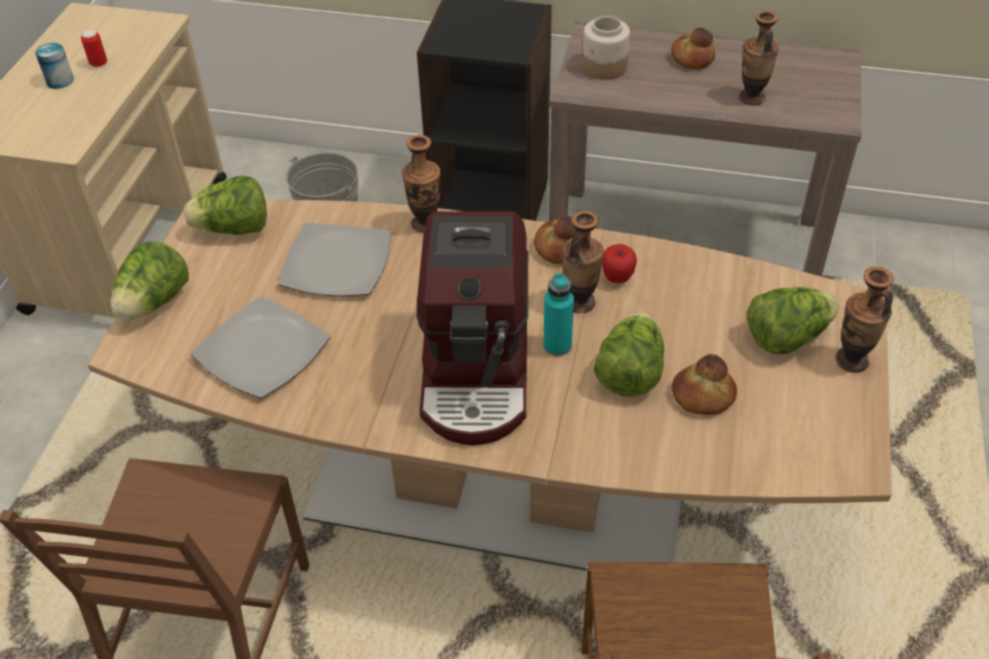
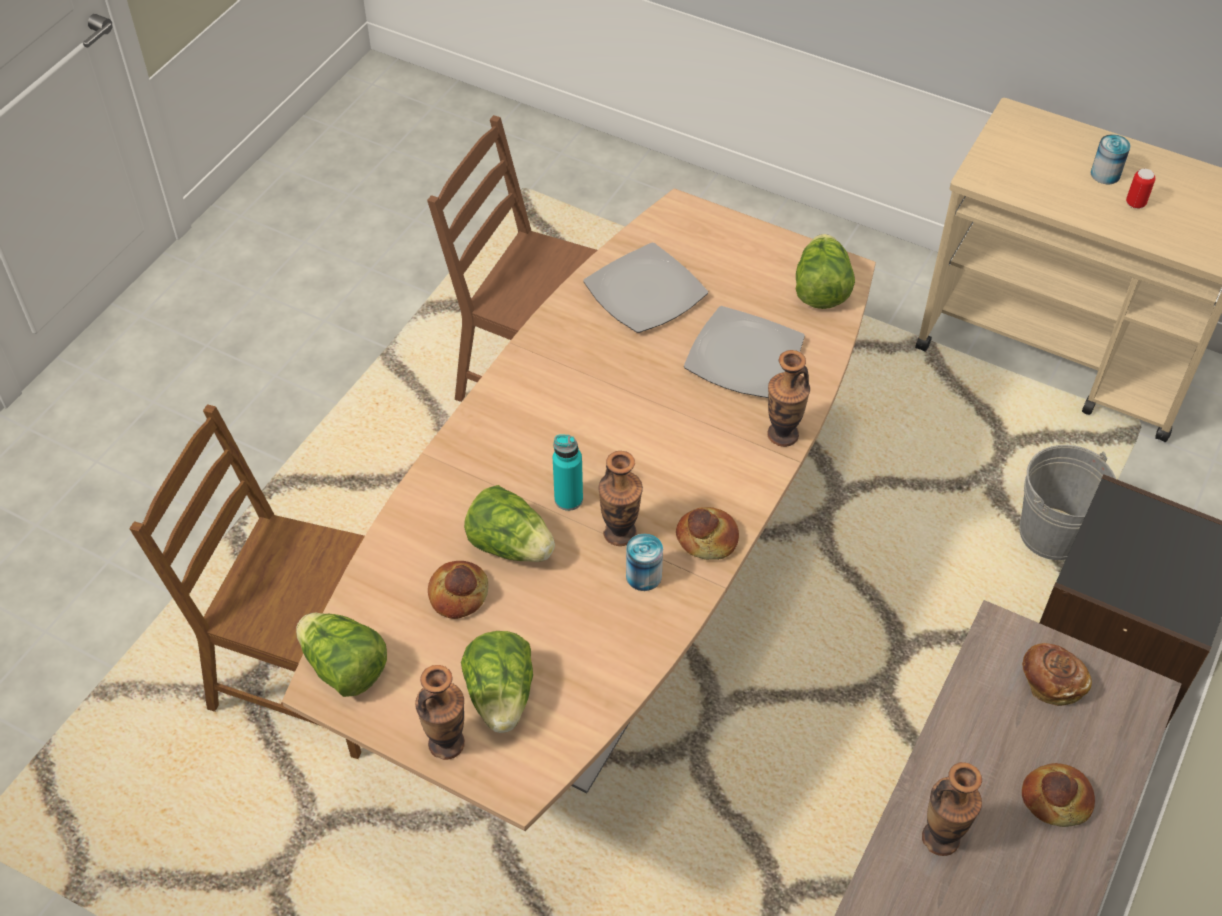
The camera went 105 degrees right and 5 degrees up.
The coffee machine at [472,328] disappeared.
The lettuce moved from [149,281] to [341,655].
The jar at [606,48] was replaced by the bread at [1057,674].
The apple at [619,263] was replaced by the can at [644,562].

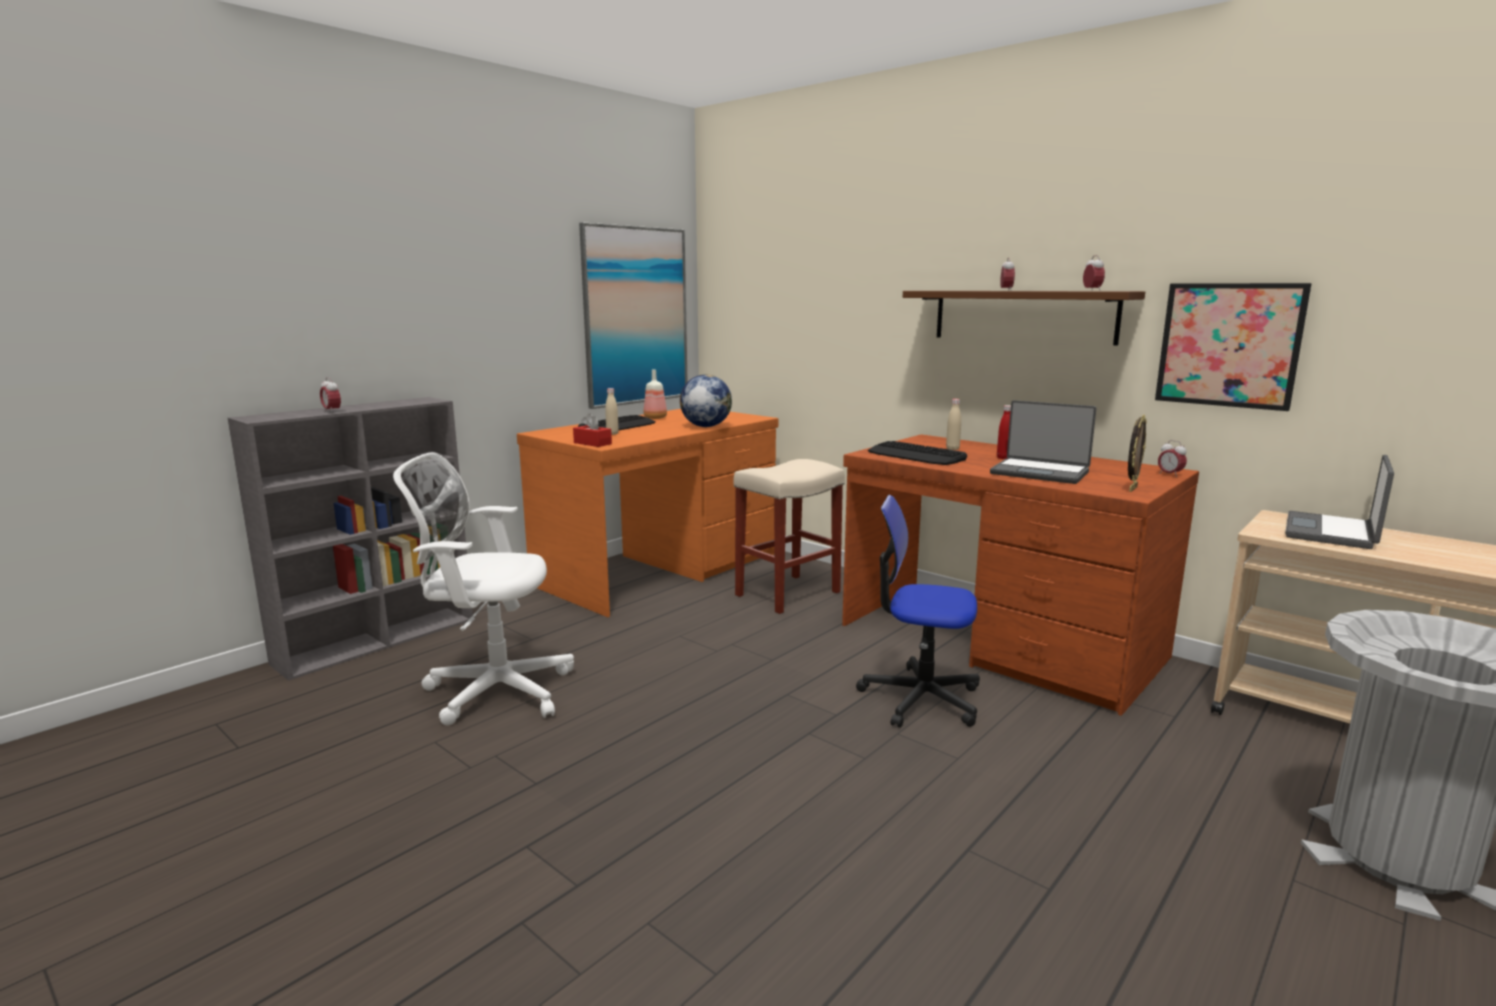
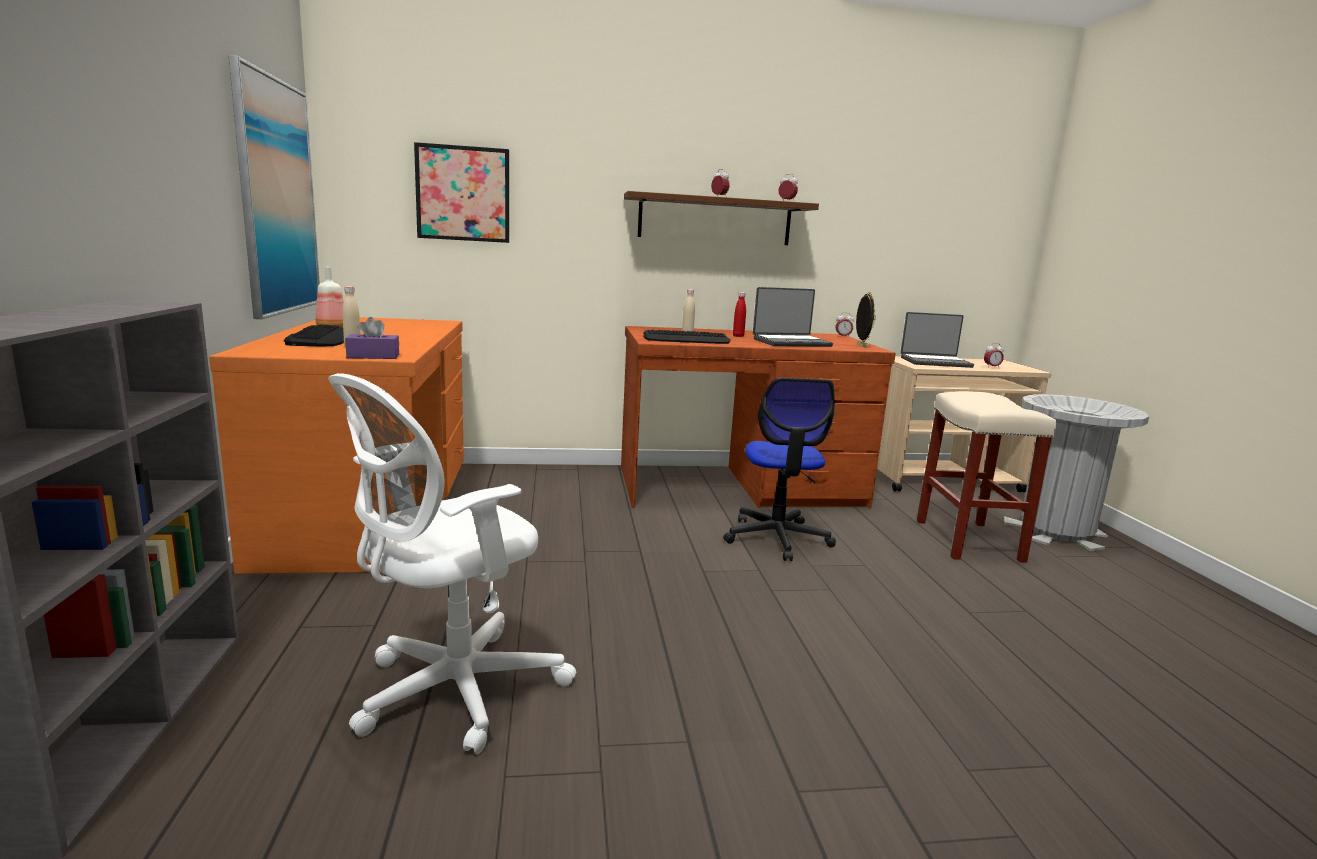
The camera went 50 degrees left and 0 degrees up.
The globe at [706,401] disappeared.
The alarm clock moved from [330,395] to [994,355].
The beige sitting stool moved from [789,536] to [986,477].
The wall picture moved from [1233,347] to [461,192].
The red tissue holder at [592,430] became the purple-coloured tissue holder at [372,338].
The desk chair at [918,611] turned 60 degrees counterclockwise.
The notebook computer at [1339,502] turned 75 degrees counterclockwise.

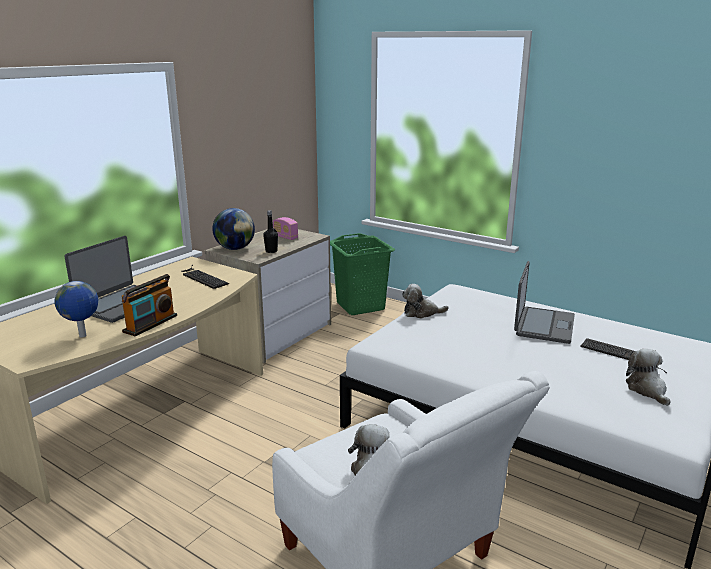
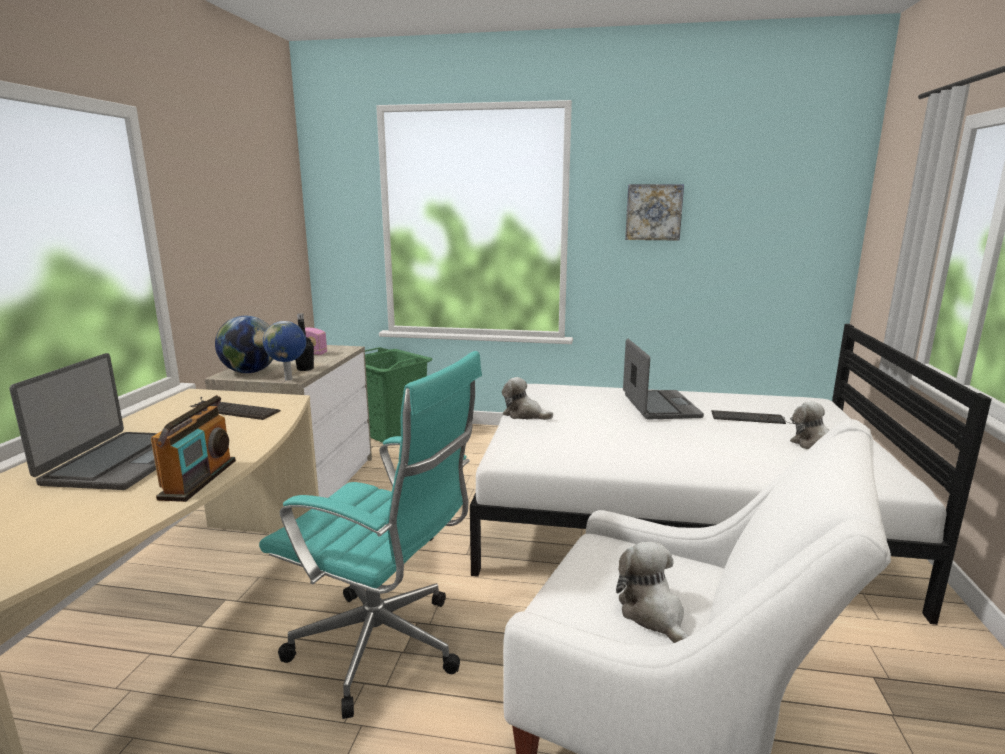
The camera went 25 degrees left and 5 degrees down.
The turquoise desk chair at [370,535] appeared.
The wall picture at [654,212] appeared.
The globe moved from [76,309] to [284,351].
The soft toy at [425,301] turned 60 degrees clockwise.

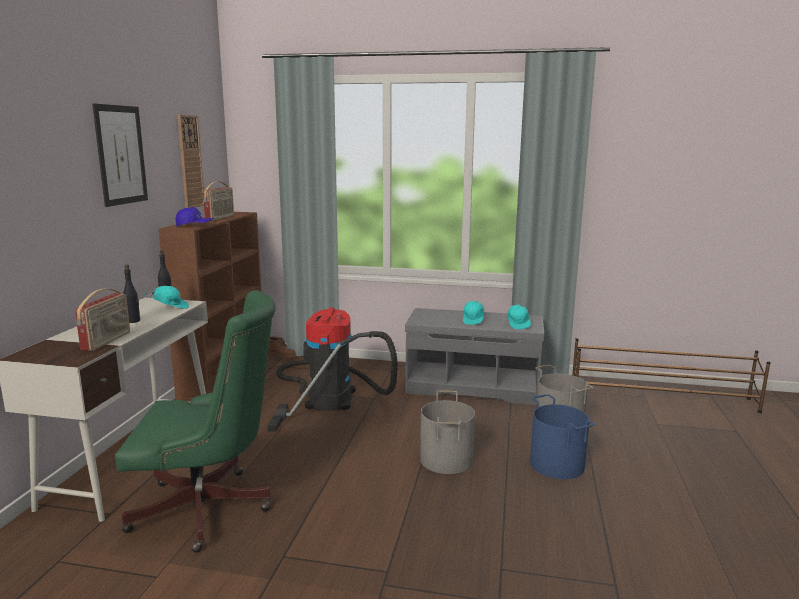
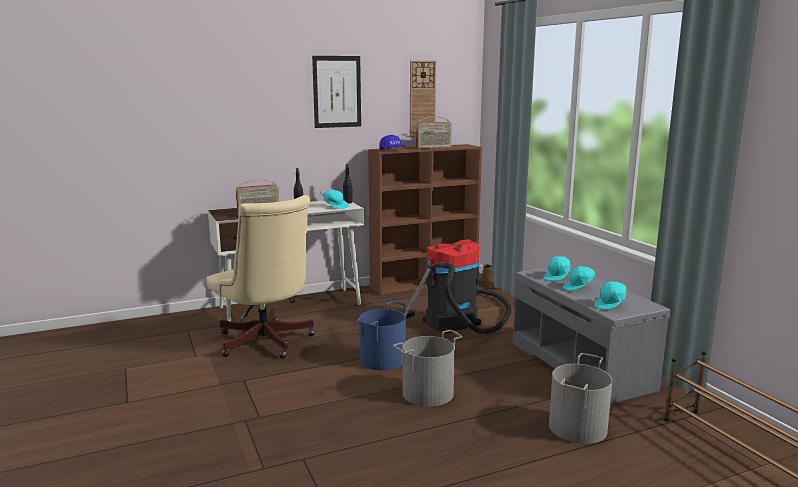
The camera went 55 degrees right and 0 degrees up.
The turquoise peaked cap at [557,268] appeared.
The bluish bucket moved from [562,436] to [381,336].
The green desk chair at [195,421] became the beige desk chair at [261,276].

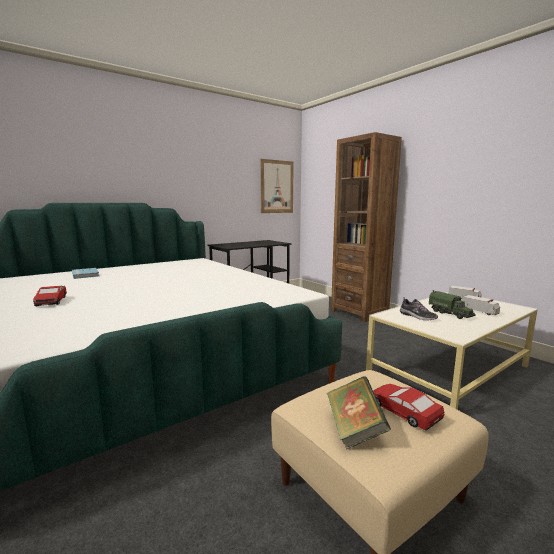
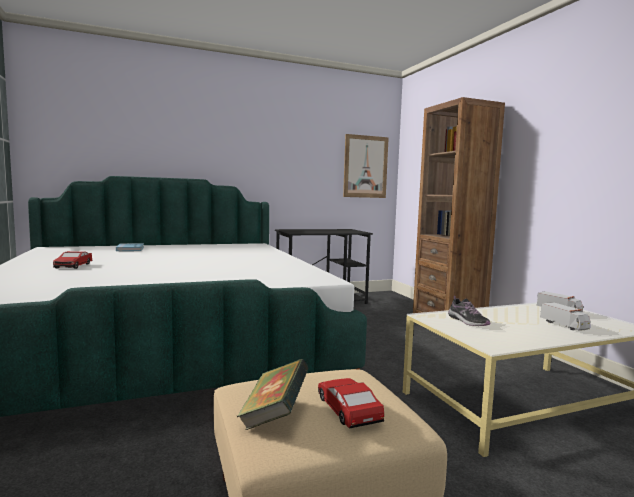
The camera went 15 degrees right and 5 degrees down.
The model truck at [452,304] disappeared.

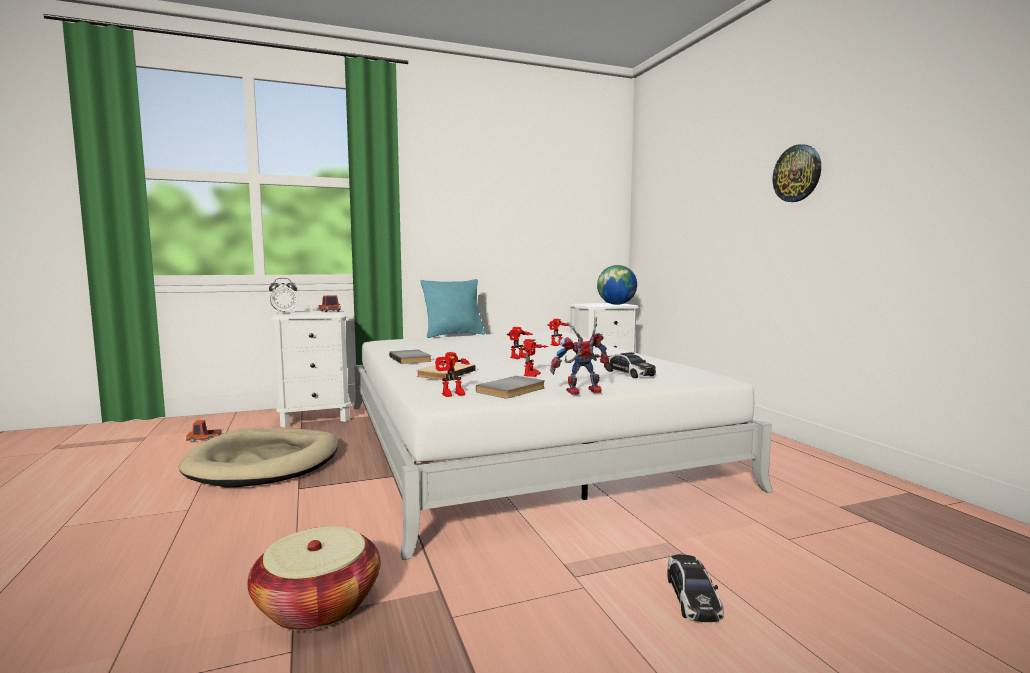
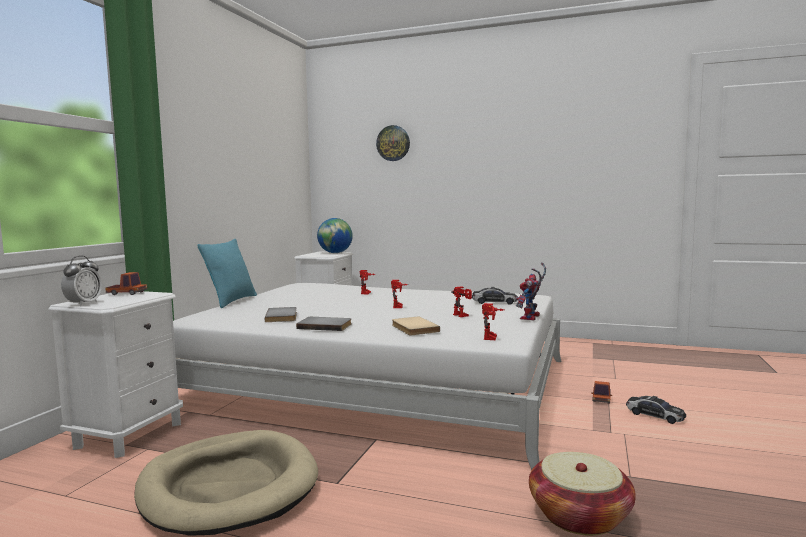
The camera went 50 degrees left and 0 degrees up.
The model truck moved from [204,431] to [601,392].
The grey volume moved from [510,387] to [281,314].
The wall clock moved from [797,173] to [393,143].

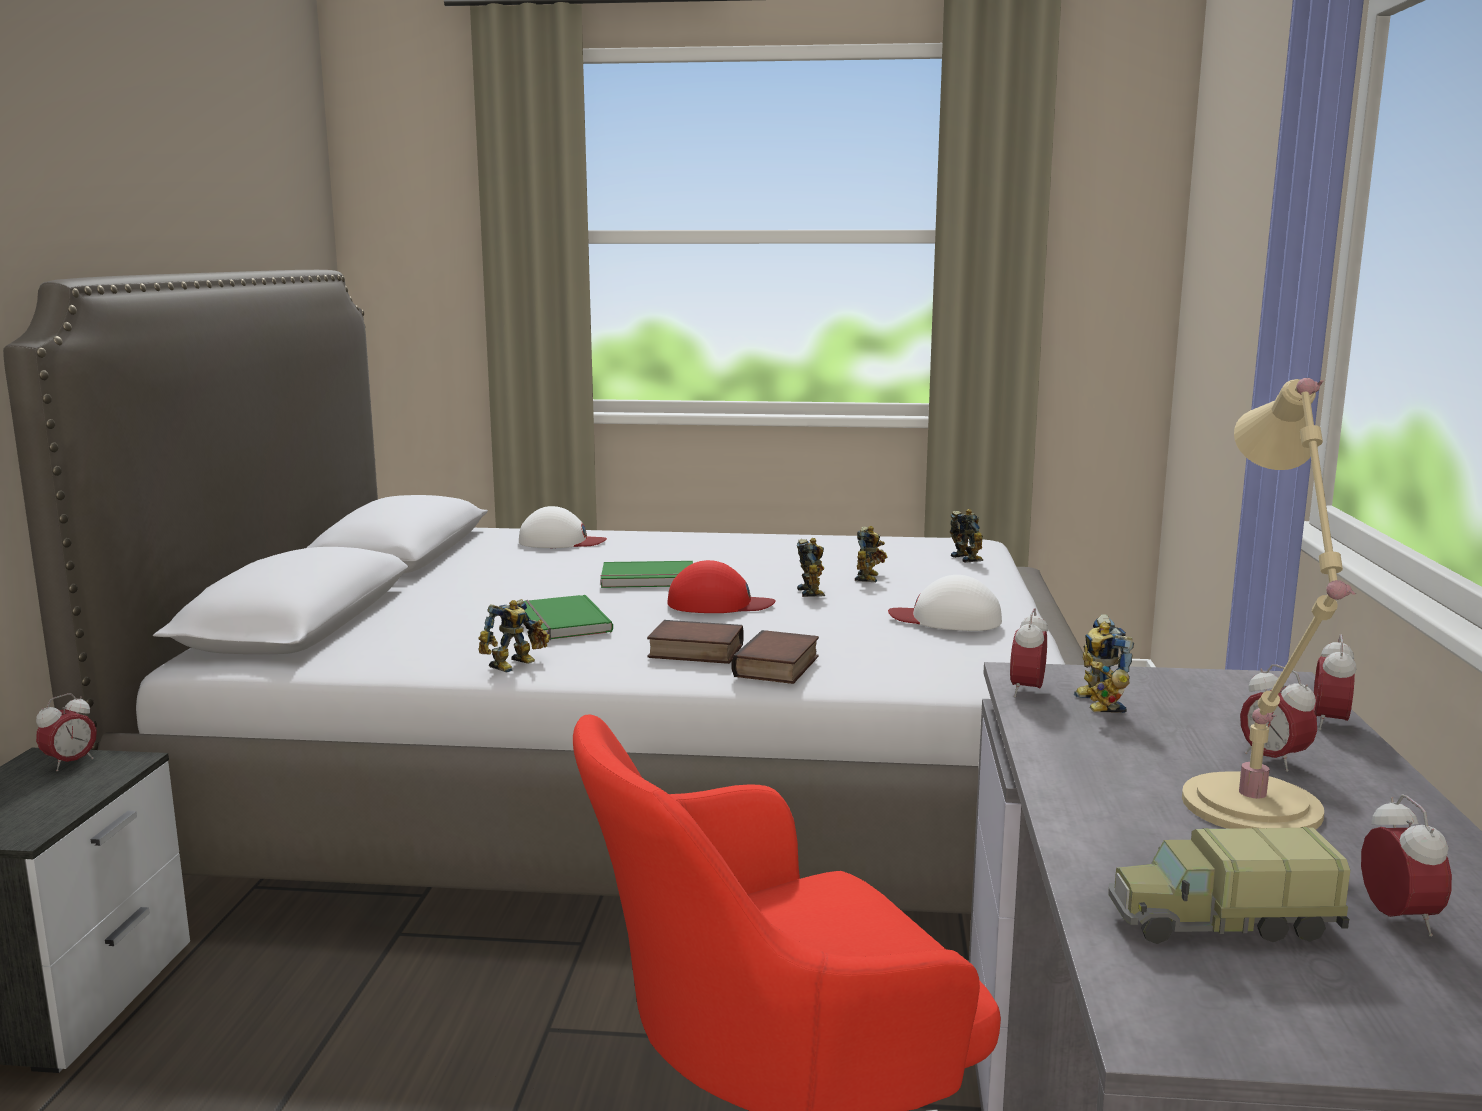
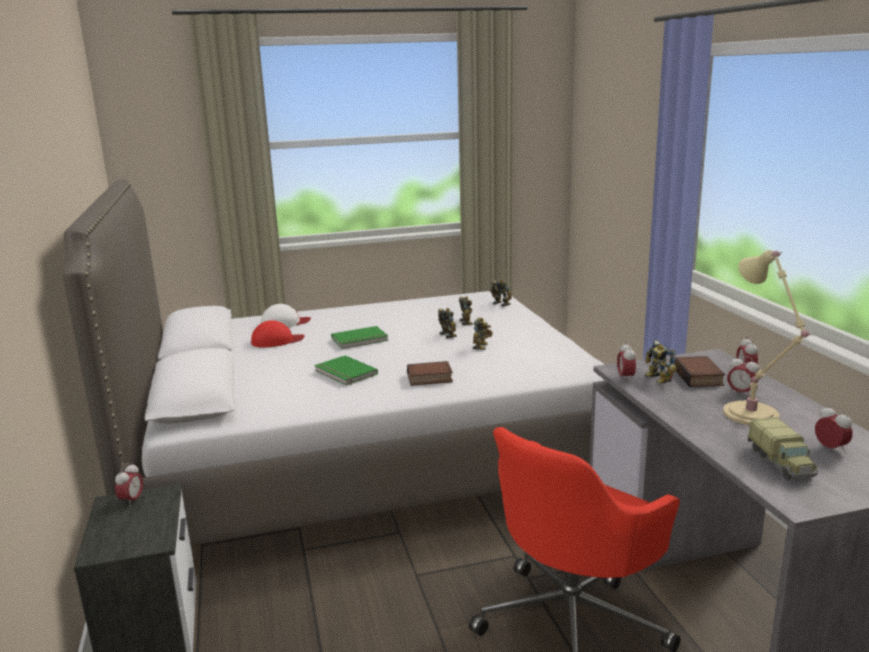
The camera went 20 degrees left and 5 degrees up.
The white-coloured peaked cap at [945,603] disappeared.
The robot figure moved from [514,636] to [483,333].
The red peaked cap moved from [721,586] to [278,333].
The volume moved from [775,657] to [700,371].
The model truck at [1229,885] turned 75 degrees counterclockwise.

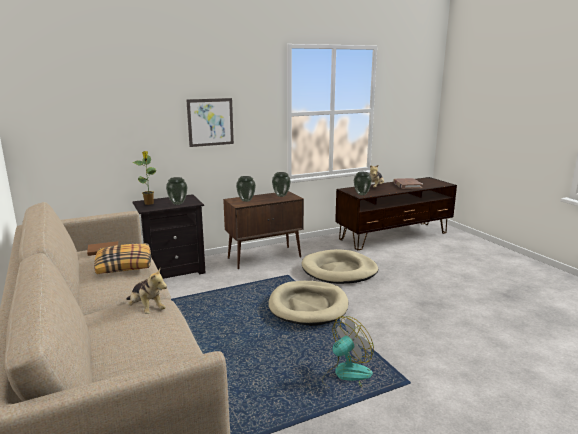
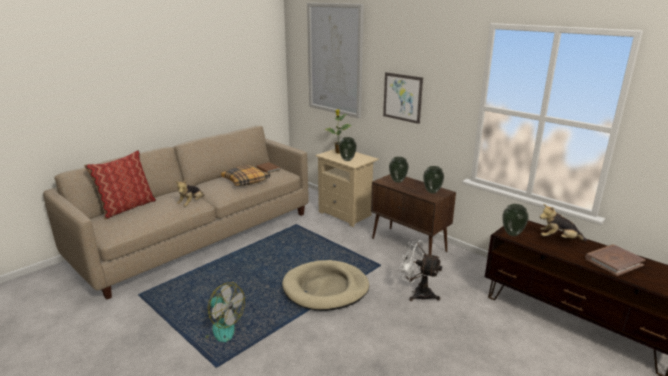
The camera went 70 degrees right and 5 degrees up.
The pillow at [120,185] appeared.
The wall picture at [335,60] appeared.
The beige pet bed at [339,266] was replaced by the white-coloured fan at [420,269].
The black nightstand at [169,236] became the beige nightstand at [347,188].

